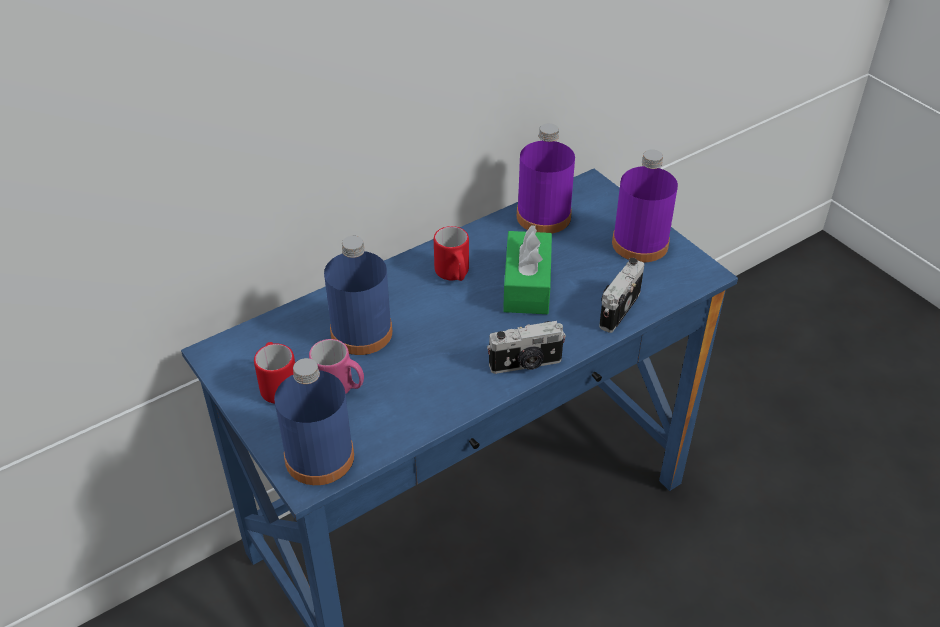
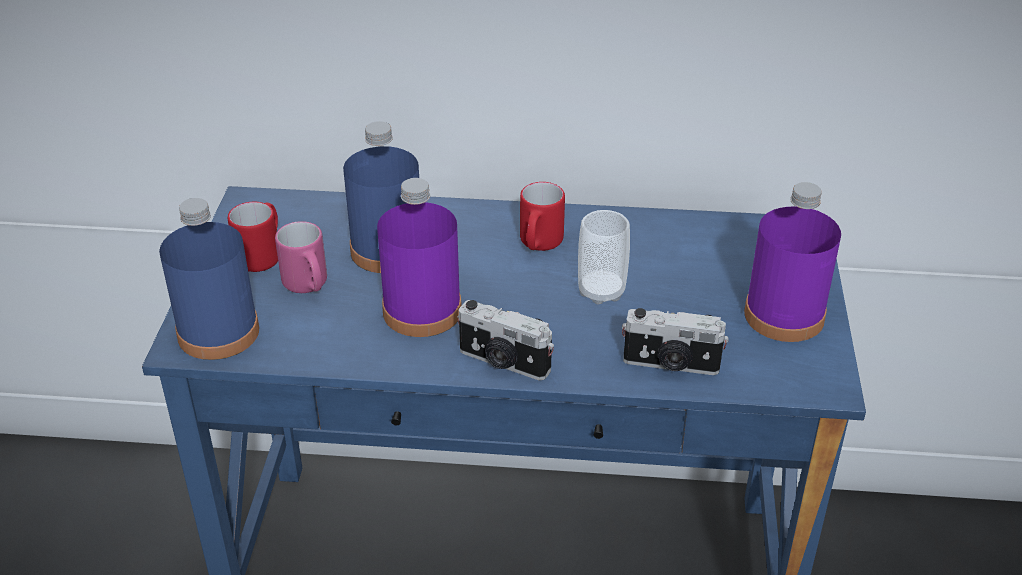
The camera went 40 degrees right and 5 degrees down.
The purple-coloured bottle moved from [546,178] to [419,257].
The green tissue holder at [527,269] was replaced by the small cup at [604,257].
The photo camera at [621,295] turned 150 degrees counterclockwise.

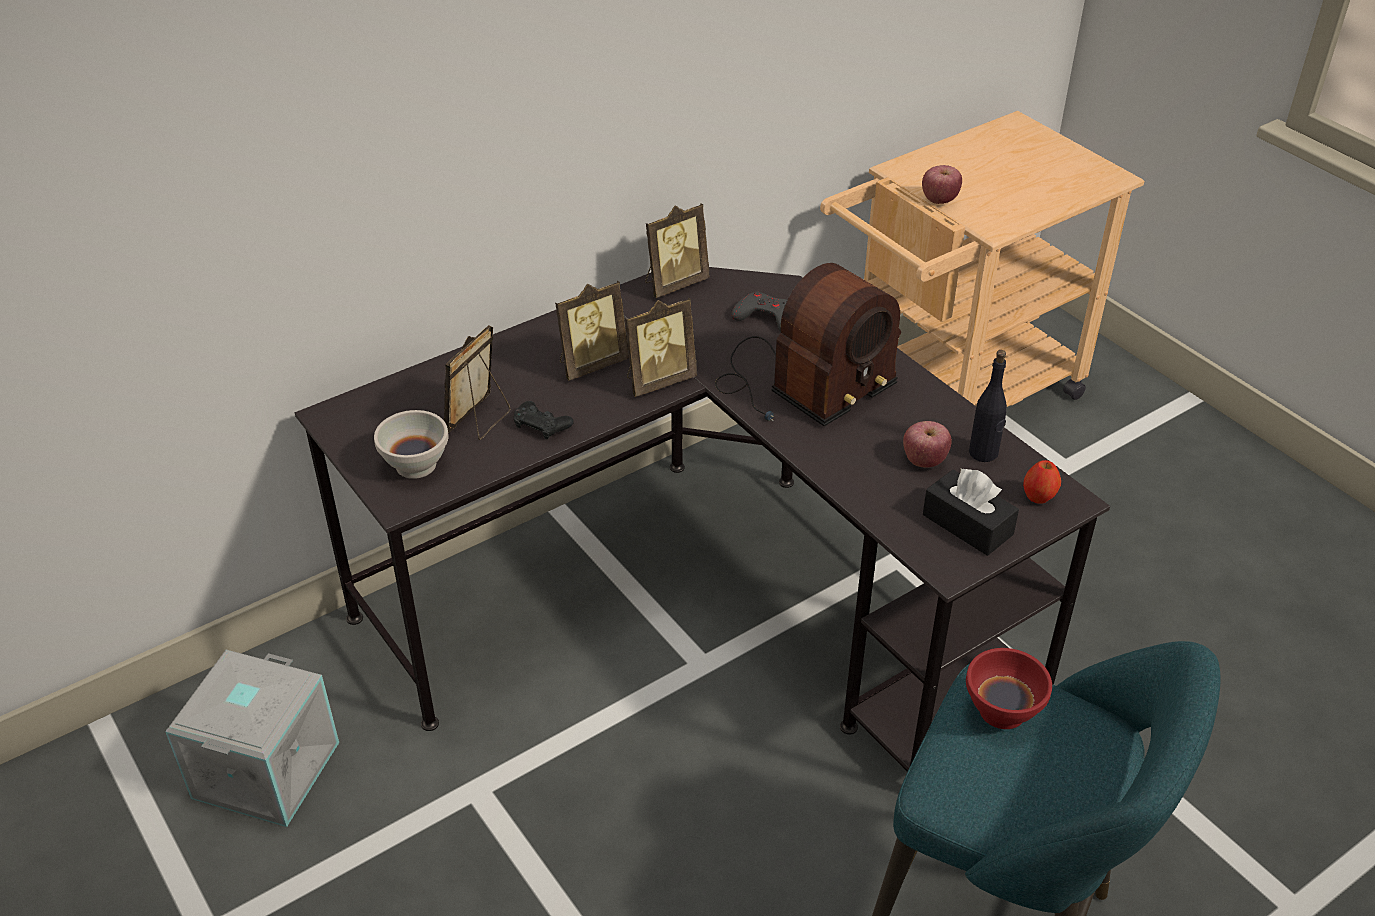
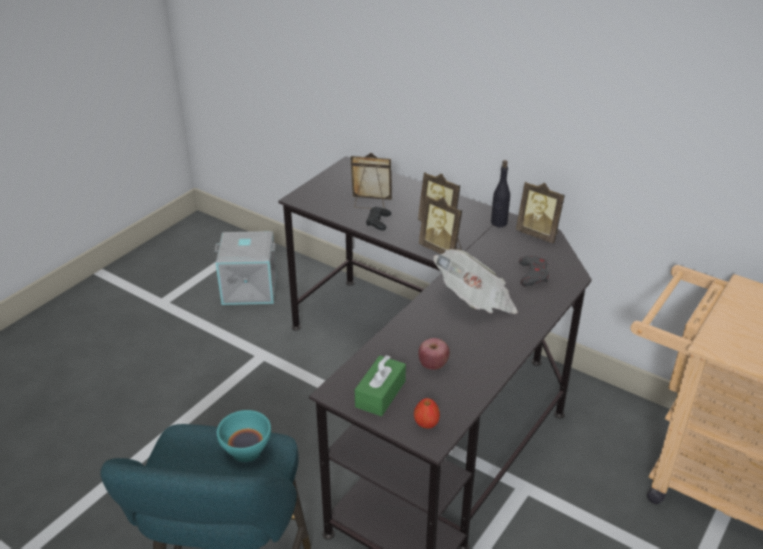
The camera went 70 degrees right and 5 degrees down.
The white-coloured serving bowl at [411,444] disappeared.
The apple at [942,184] disappeared.
The black bottle moved from [988,406] to [500,193].
The radio set at [808,344] was replaced by the newspaper at [475,281].
The black tissue holder at [971,512] became the green tissue holder at [380,385].
The red serving bowl at [1009,688] became the turquoise serving bowl at [244,436].

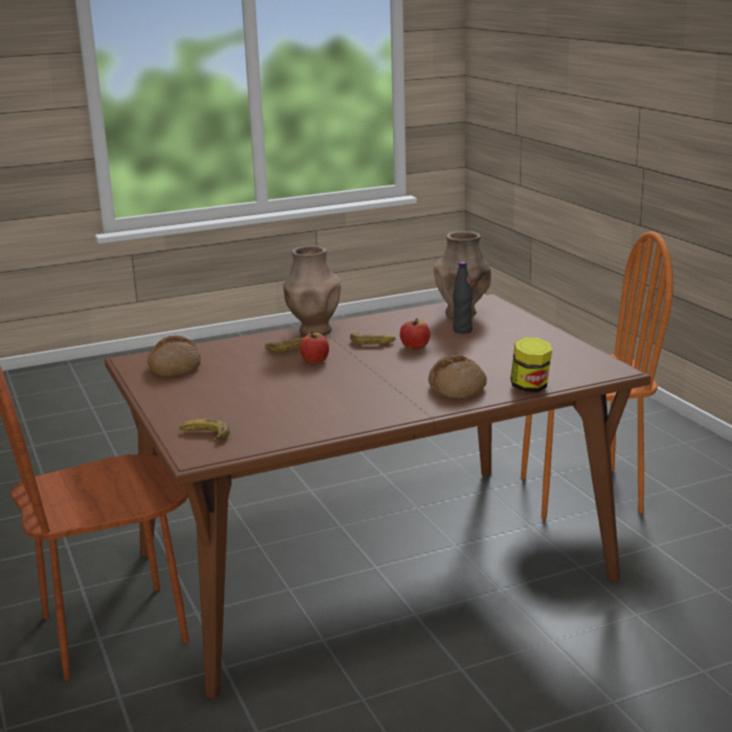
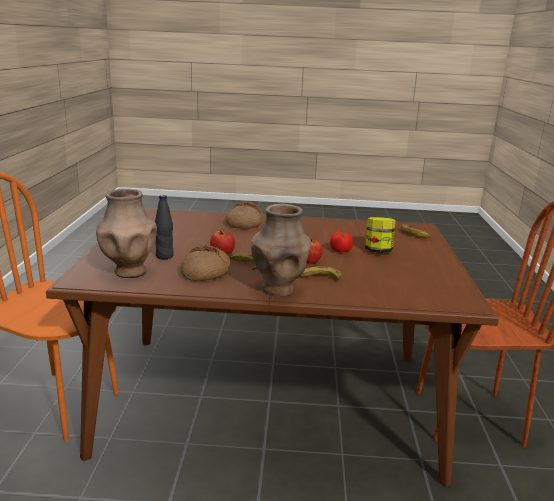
The camera went 155 degrees left and 0 degrees up.
The whole tomato at [341,242] appeared.
The bread moved from [174,355] to [206,263].
The jar moved from [531,364] to [380,235].

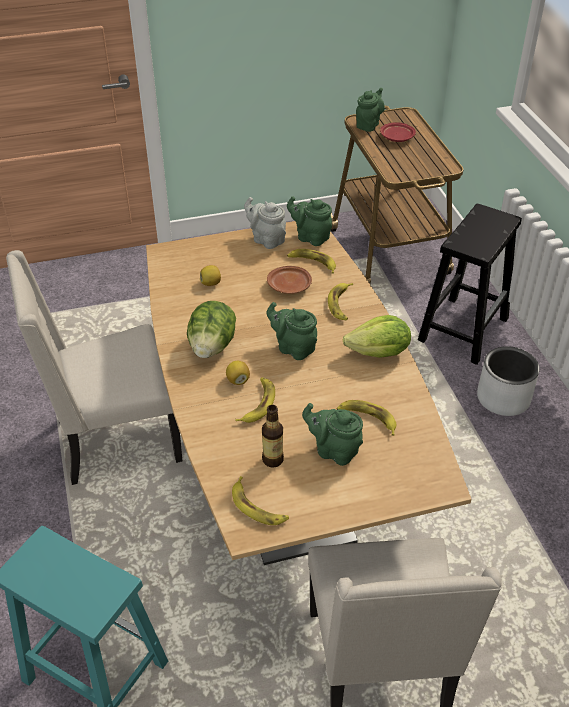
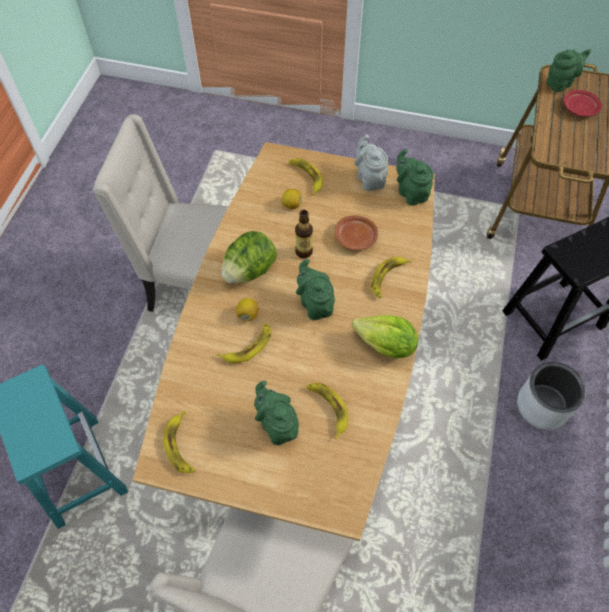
The camera went 30 degrees right and 15 degrees up.
The bottle moved from [273,436] to [304,234].
The banana moved from [311,261] to [306,177].

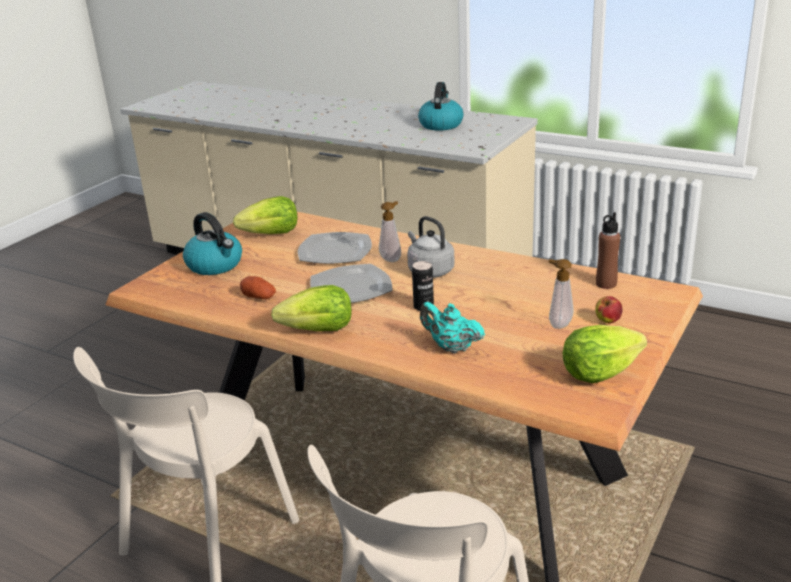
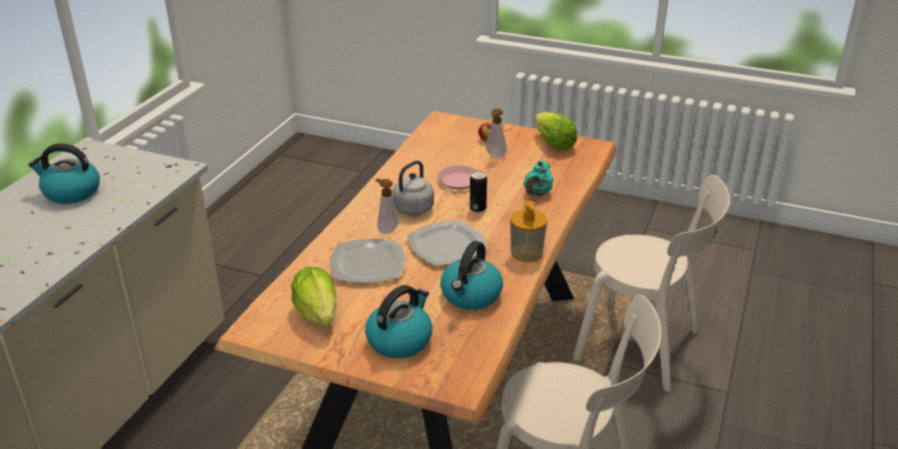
The camera went 100 degrees left and 5 degrees up.
The brown-coloured bottle at [608,250] disappeared.
The pink-coloured flat dish at [457,177] appeared.
The whole potato at [258,287] was replaced by the tea kettle at [471,275].
The lettuce at [311,308] was replaced by the liquid soap bottle at [528,231].

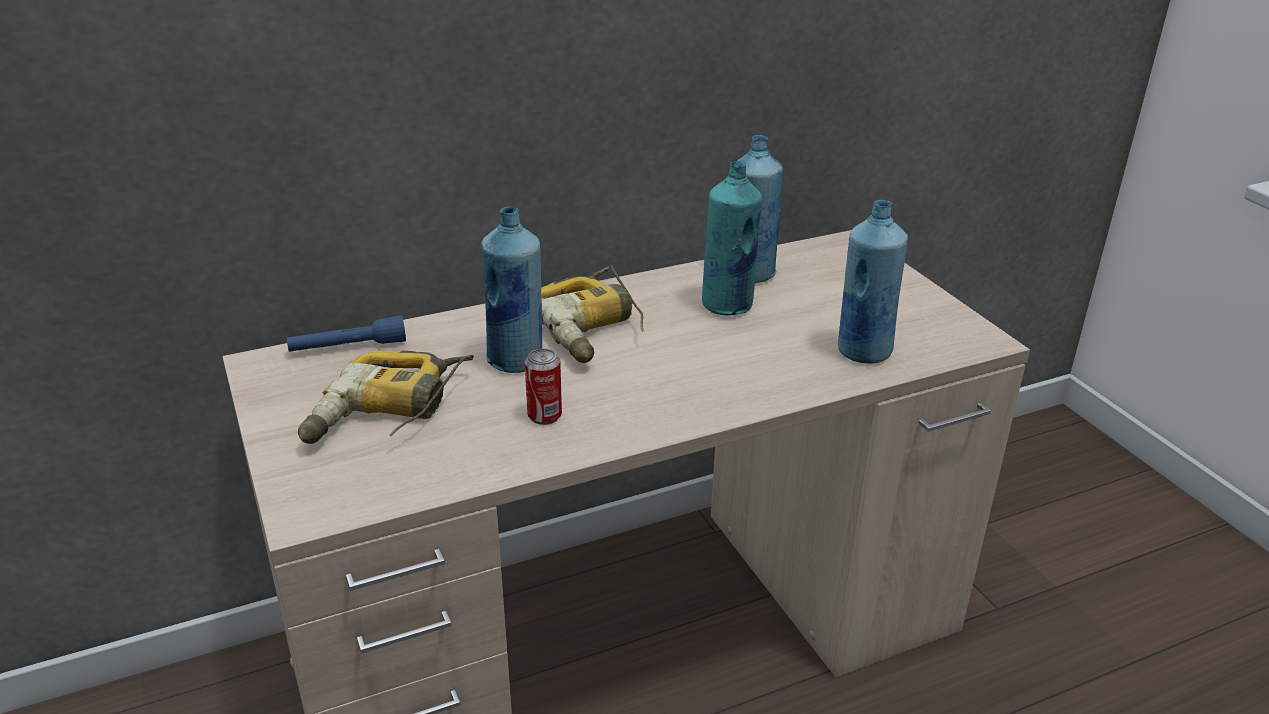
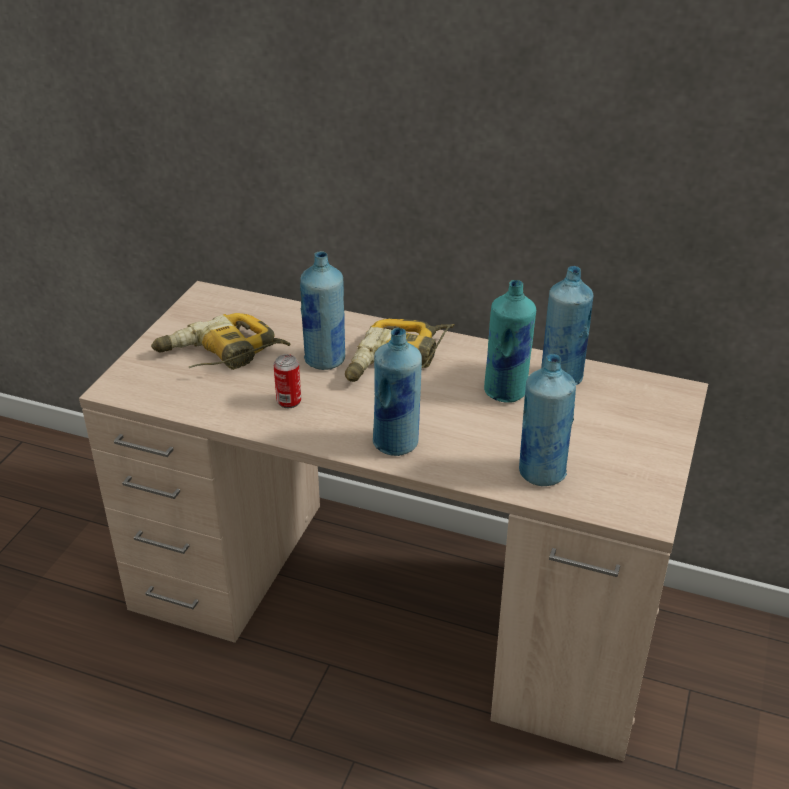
The camera went 45 degrees right and 5 degrees up.
The bluish flashlight at [346,333] disappeared.
The bluish bottle at [397,392] appeared.

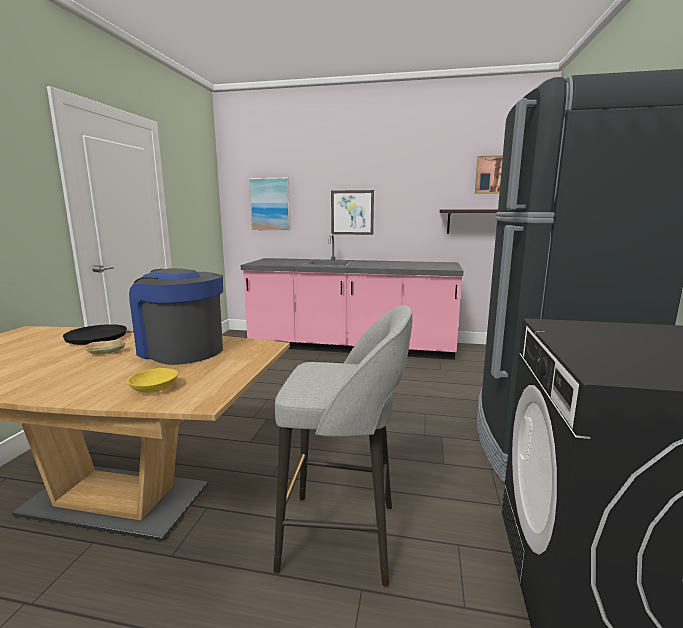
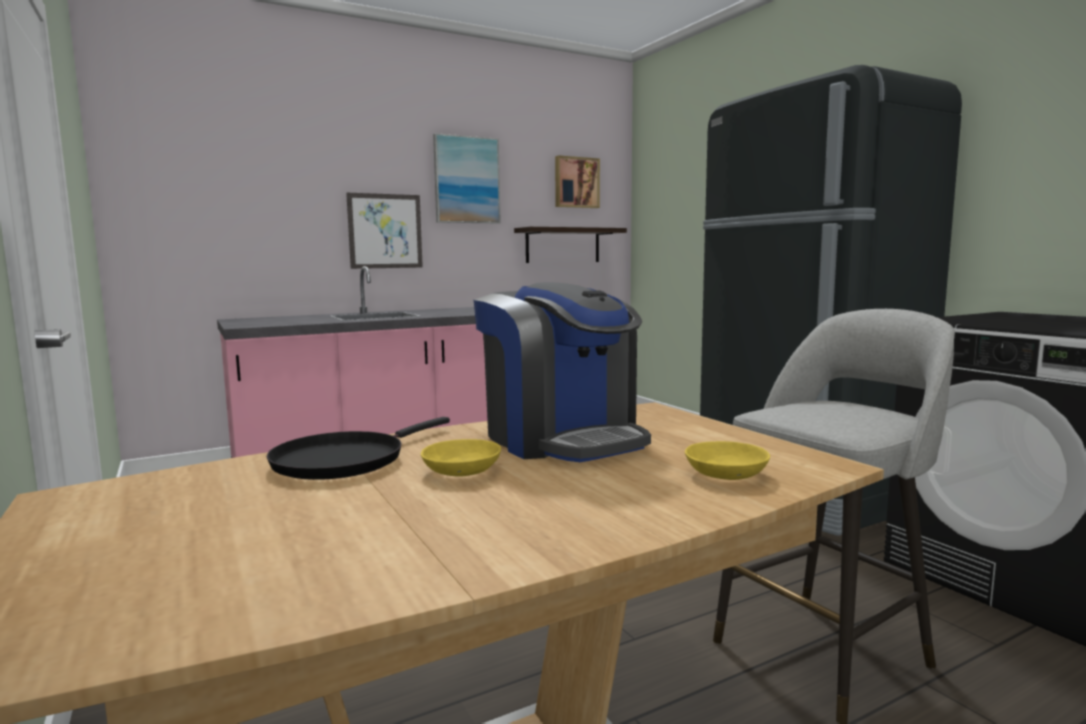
The camera went 40 degrees left and 5 degrees down.
The wall picture moved from [270,204] to [467,178].
The bread at [105,346] was replaced by the yellow-coloured serving bowl at [461,458].
The coffee machine at [176,316] turned 120 degrees counterclockwise.

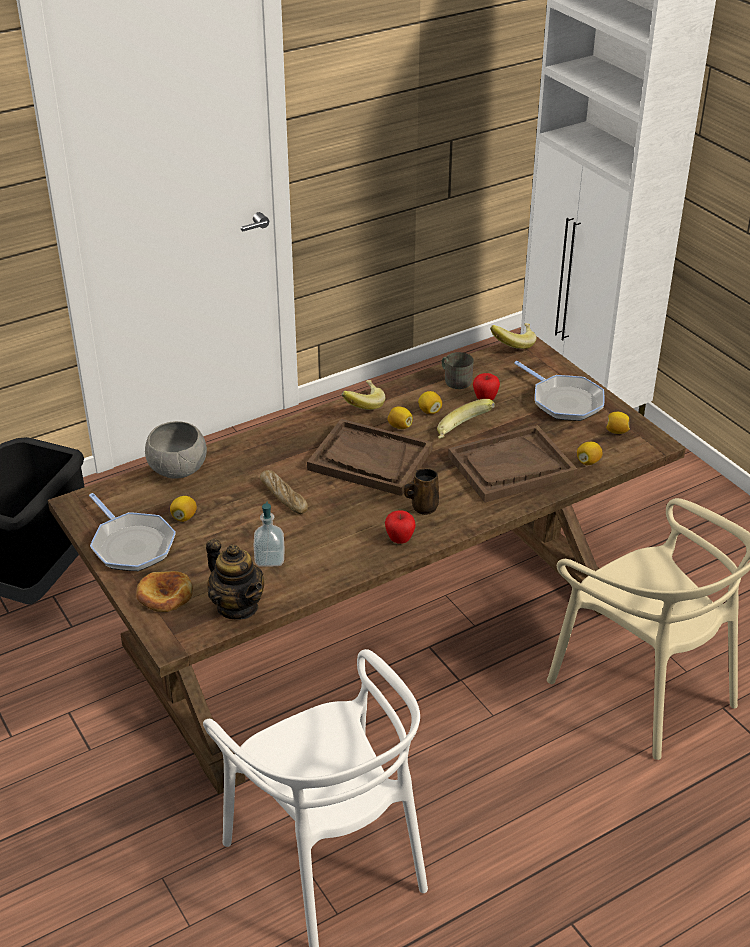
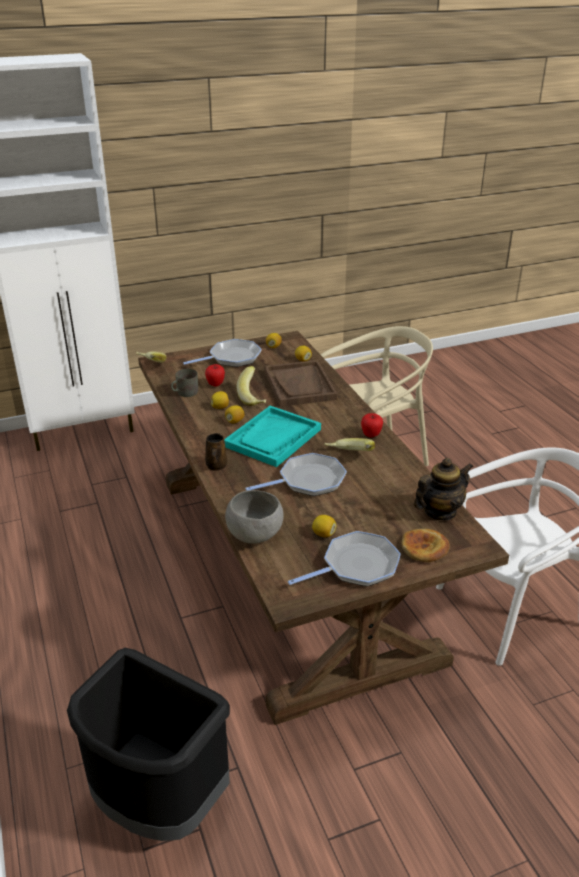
The camera went 80 degrees left and 5 degrees down.
The liquid soap bottle at [269,534] disappeared.
The banana moved from [363,395] to [349,444].
The brown-coloured tea mug moved from [421,491] to [216,451].
The bread at [284,492] was replaced by the pan at [296,474].
The brown-coloured tray at [369,457] became the turquoise tray at [272,436].

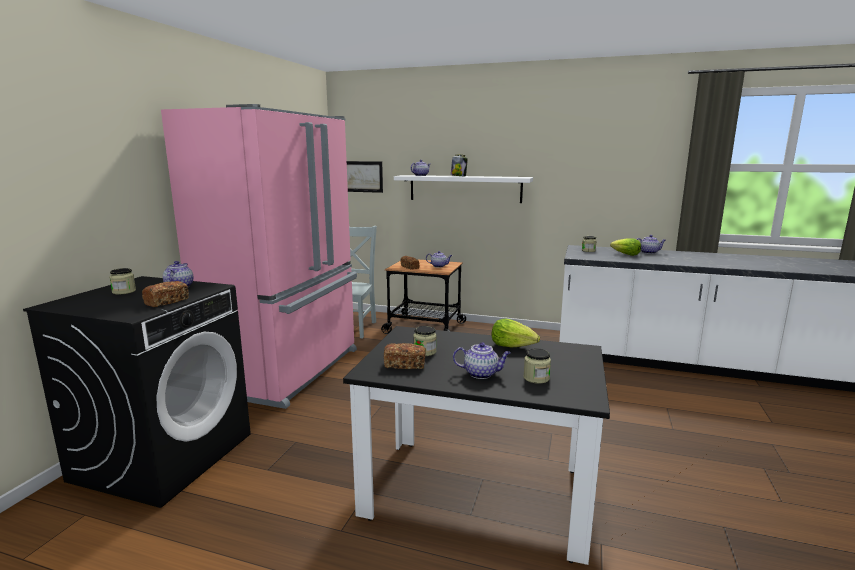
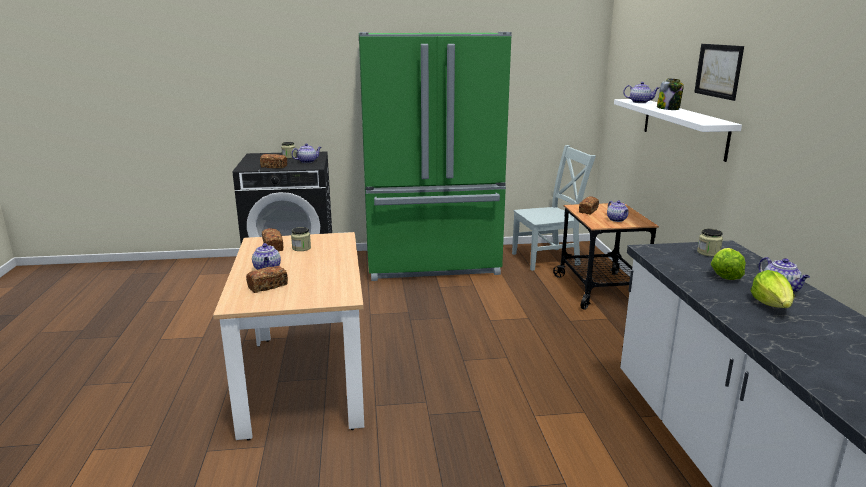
The camera went 65 degrees right and 5 degrees up.
The wall picture moved from [365,177] to [719,72].
The lettuce moved from [515,333] to [772,289].
The jar at [537,366] was replaced by the bread at [267,279].
The pink-coloured kitchen fridge at [259,256] became the green kitchen fridge at [435,156].
The black kitchen table at [476,445] became the beige kitchen table at [288,336].

